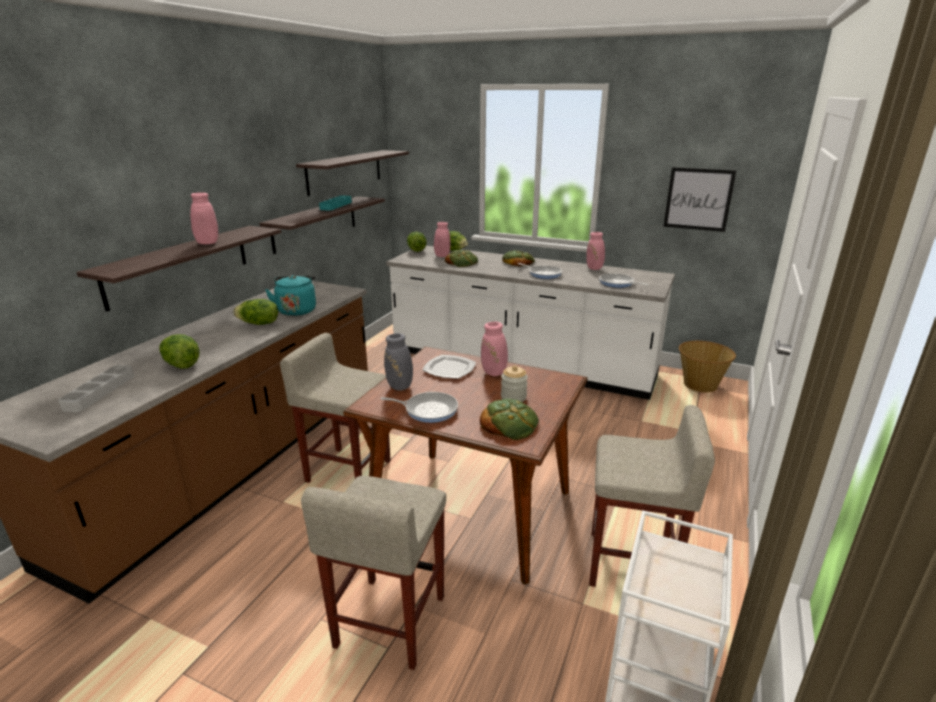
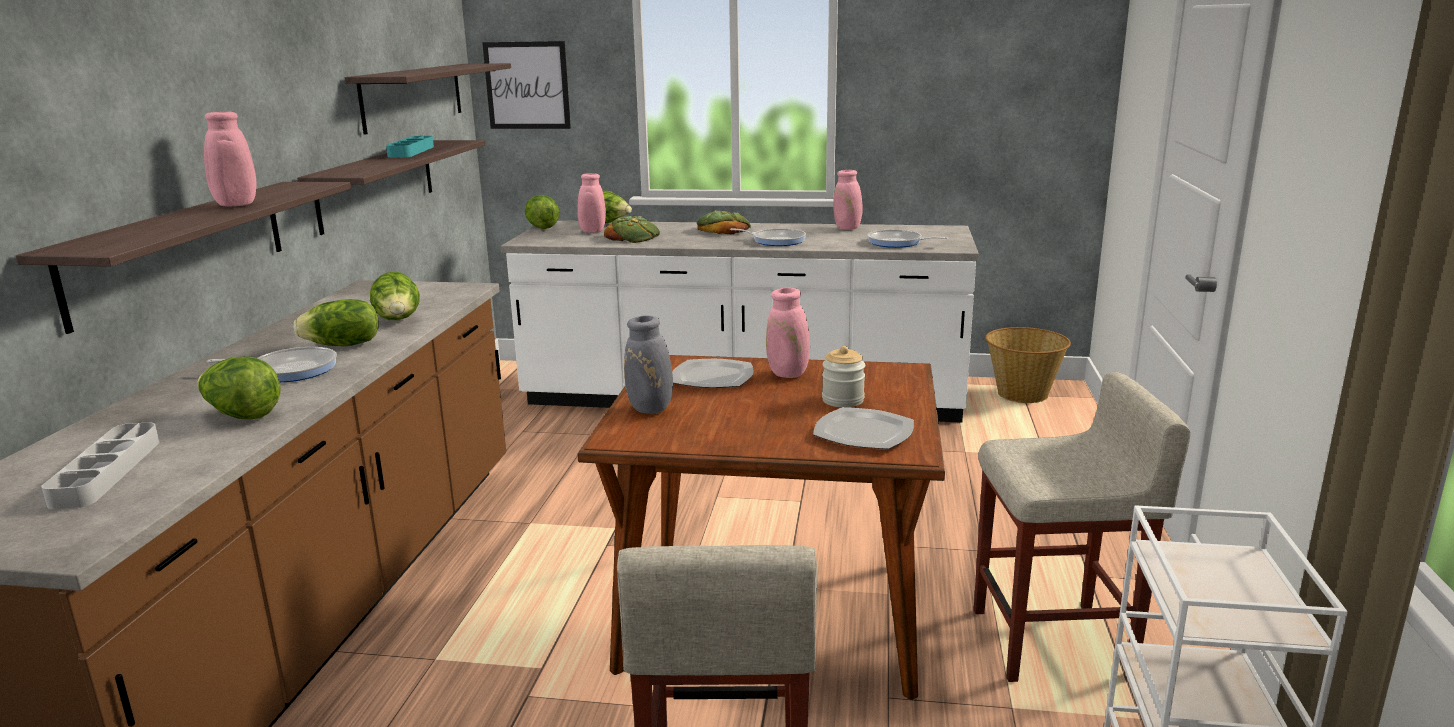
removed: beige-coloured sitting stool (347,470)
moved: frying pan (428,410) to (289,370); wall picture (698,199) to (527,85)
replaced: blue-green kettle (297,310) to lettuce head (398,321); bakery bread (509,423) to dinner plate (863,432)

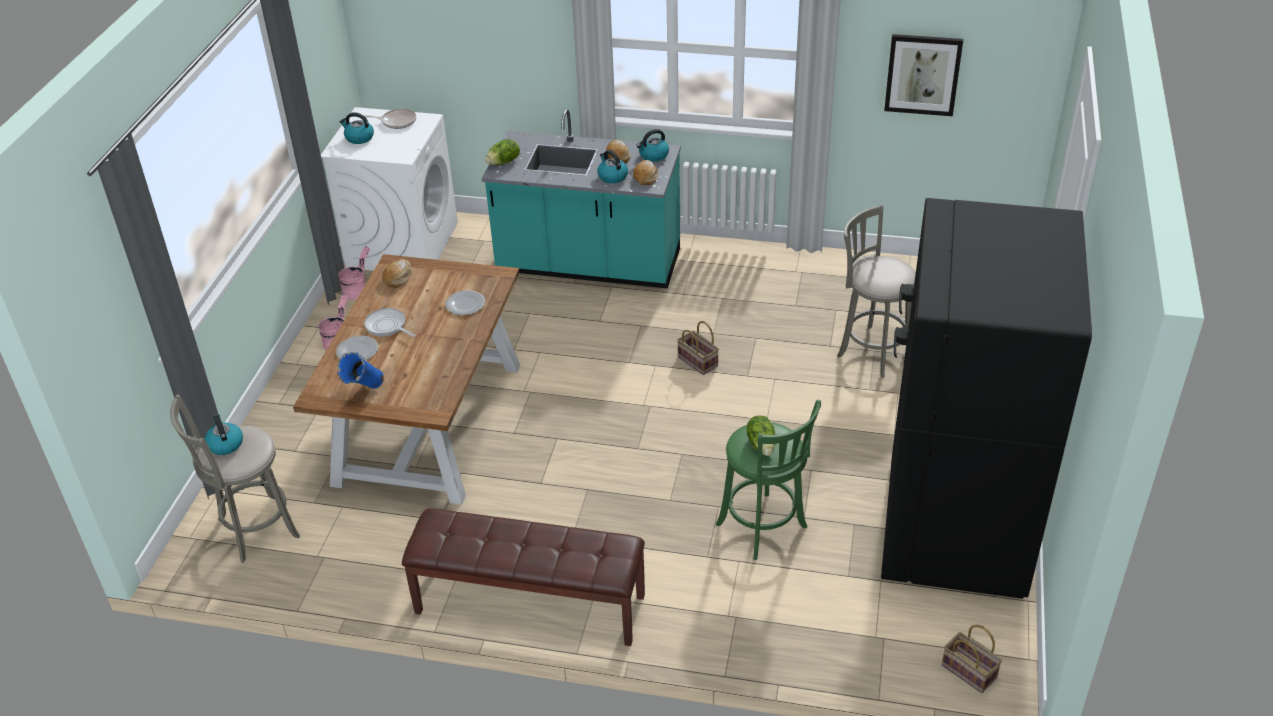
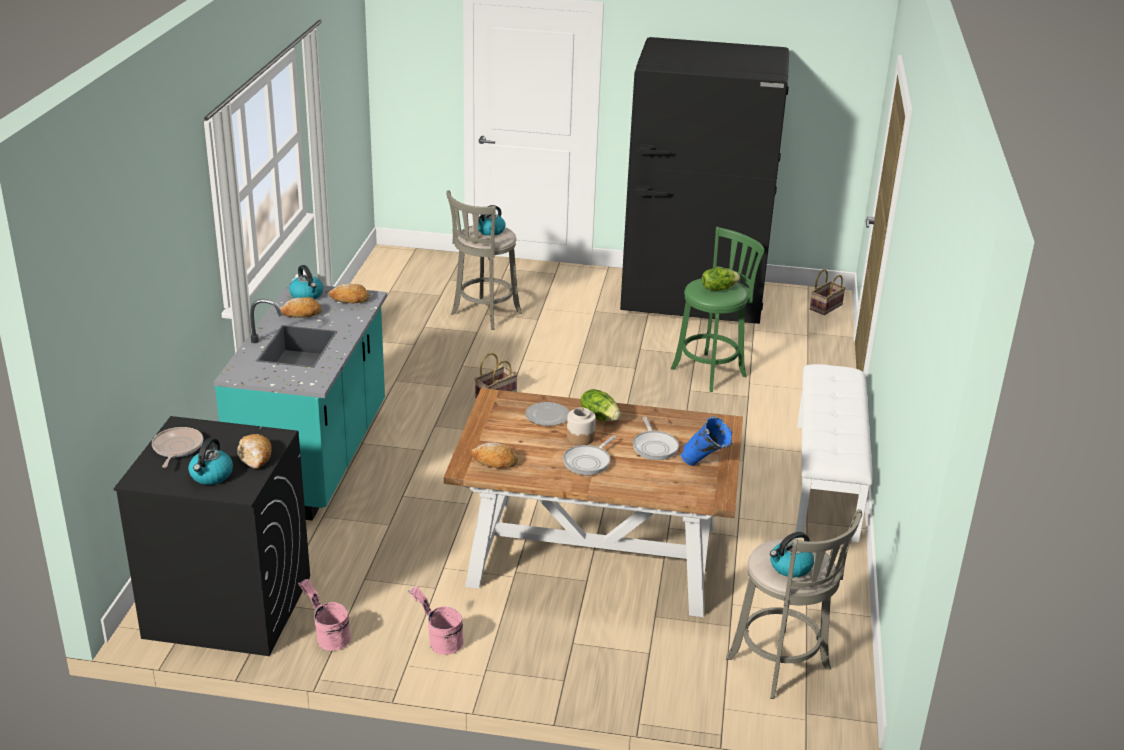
removed: dinner plate (357,351); wall picture (923,74)
added: bakery bread (255,457); jar (580,437); frying pan (654,446)
moved: lettuce head (504,162) to (600,417); kettle (612,176) to (490,231)
recoloured: white-coloured washing machine (402,244) to blackish washing machine (227,607); brown-coloured bench (529,605) to white-coloured bench (827,480)

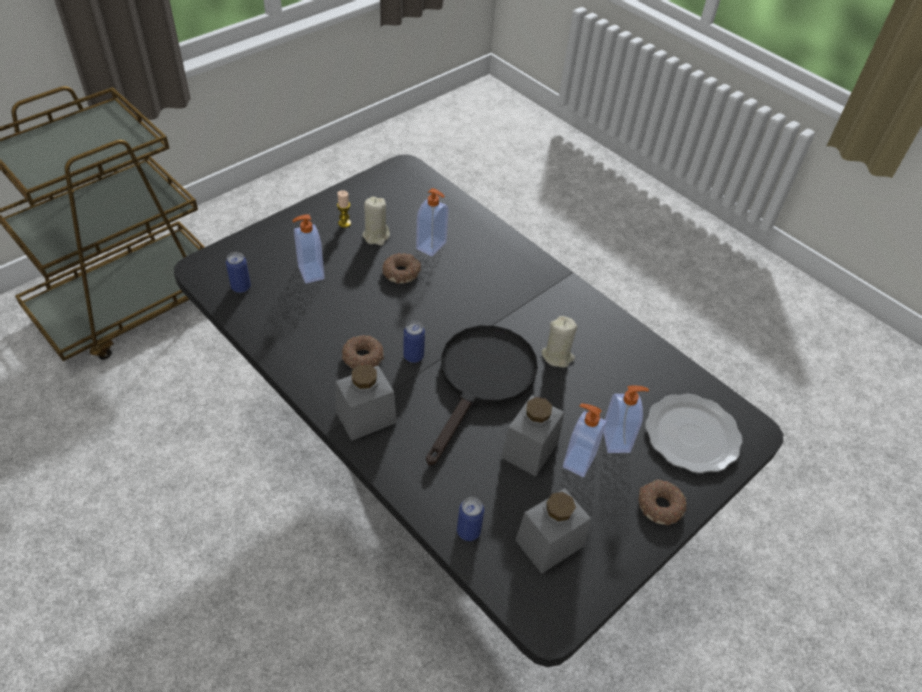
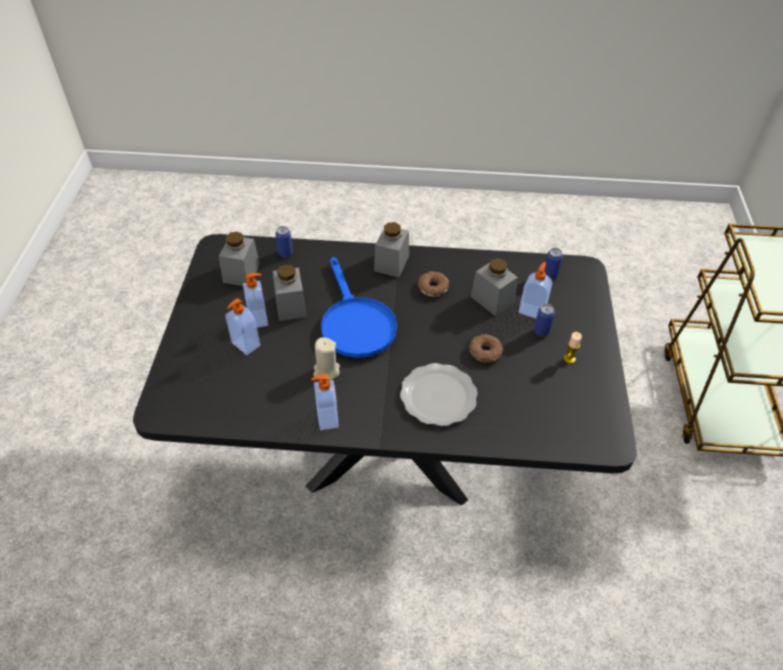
removed: beige-coloured wax candle (376,236); doughnut (659,505)
added: gray jar (492,300)
moved: metal can (413,356) to (541,331); soap dispenser (432,246) to (326,418); dinner plate (693,436) to (437,396)
recoloured: blackish frying pan (482,380) to bluish frying pan (355,322)

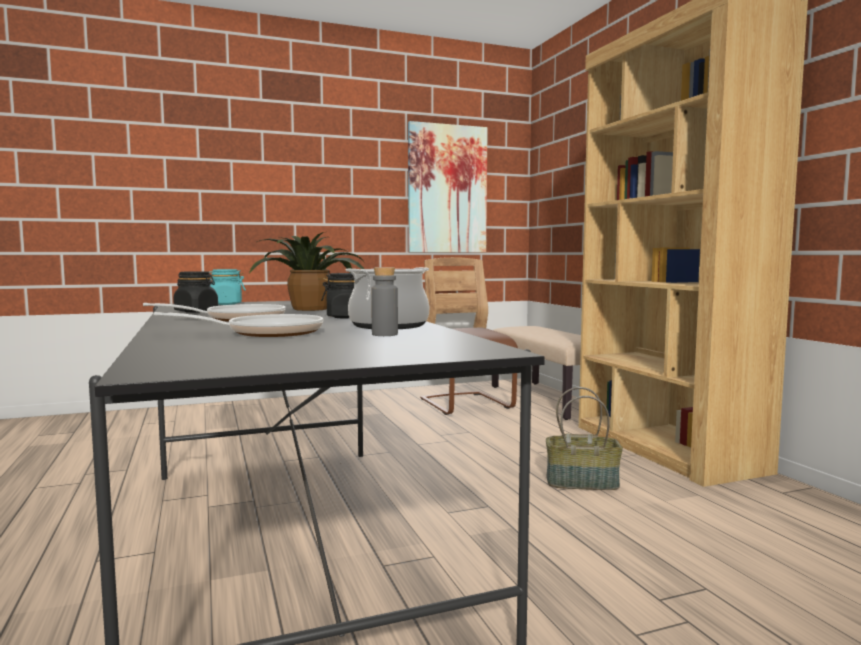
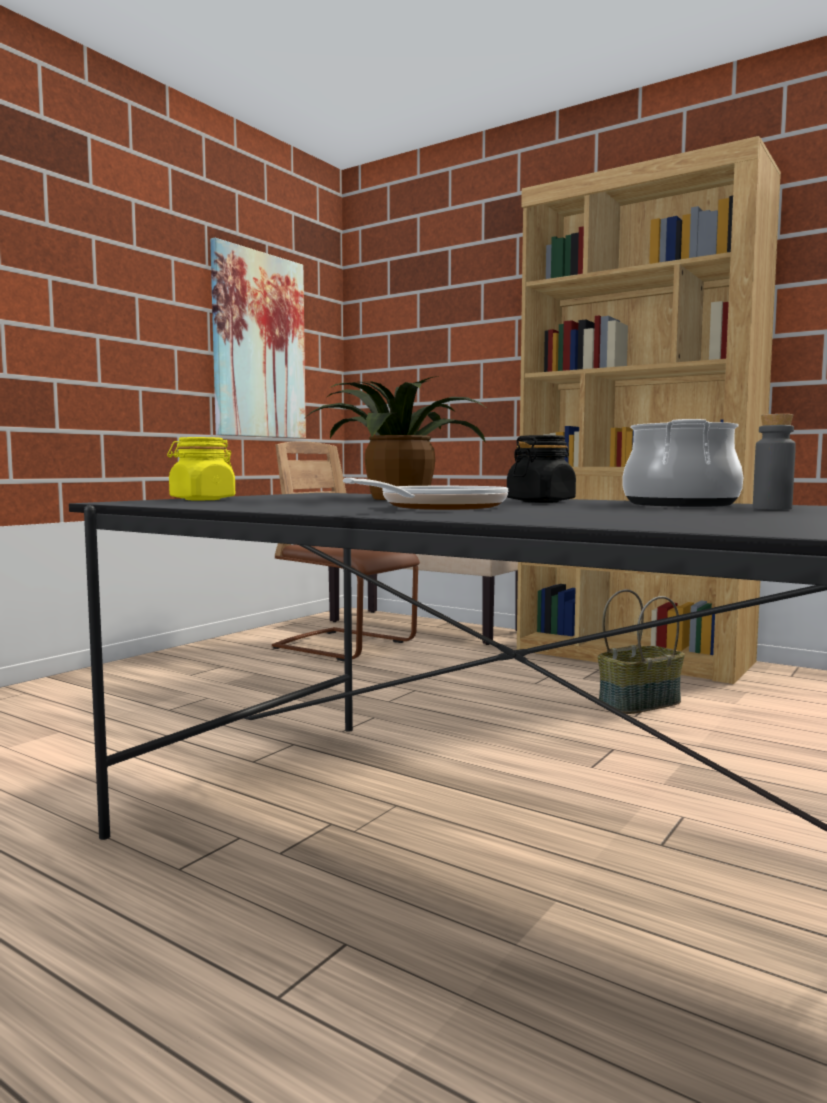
removed: frying pan (266,333); blackish jar (196,311)
recoloured: blue-green jar (225,304) to yellowish jar (202,499)

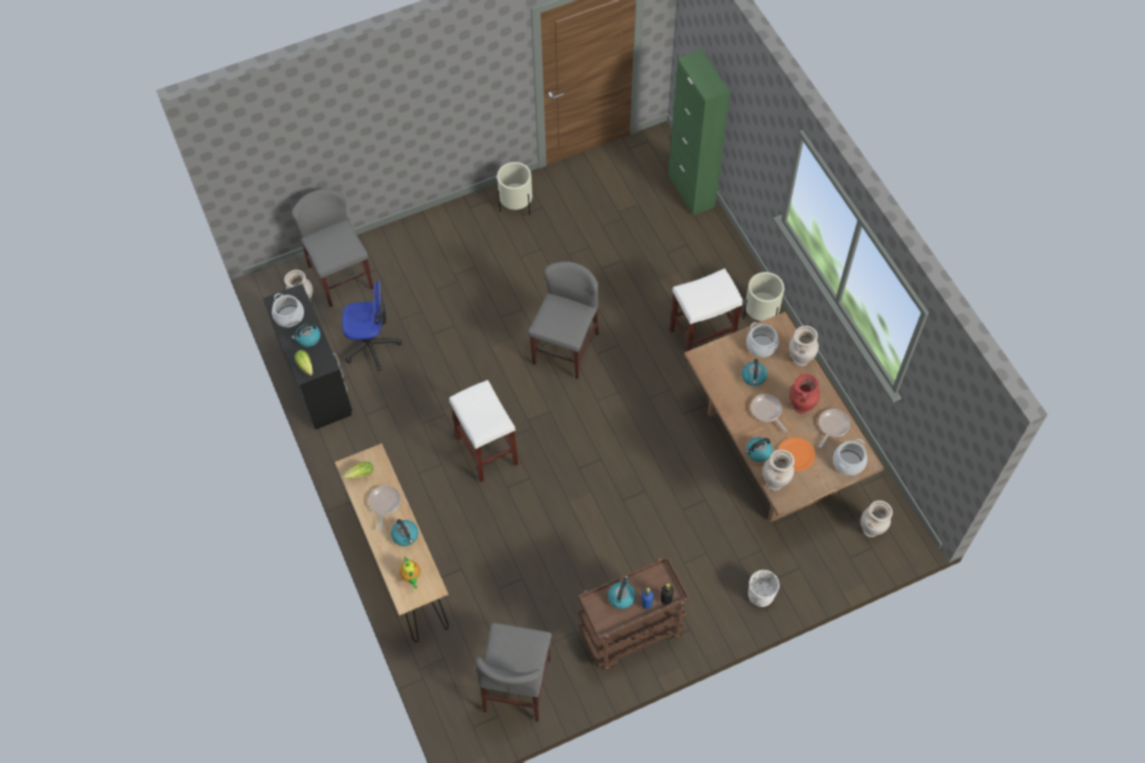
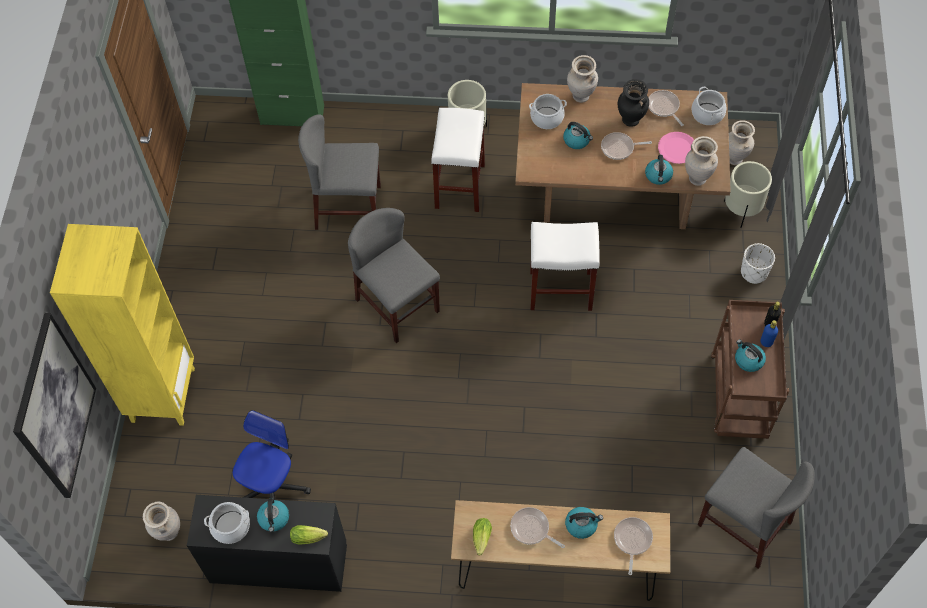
added: wall picture (54,408); yellowish bookcase (162,394)
moved: gray chair (341,277) to (348,207); white-coloured sitting stool (486,450) to (559,290); beige-coloured flower pot (516,206) to (741,211)
replaced: tea pot (411,576) to frying pan (632,540)
recoloured: orange-coloured dinner plate (796,454) to pink-coloured dinner plate (677,148); reddish flower vase (800,407) to blackish flower vase (630,121)

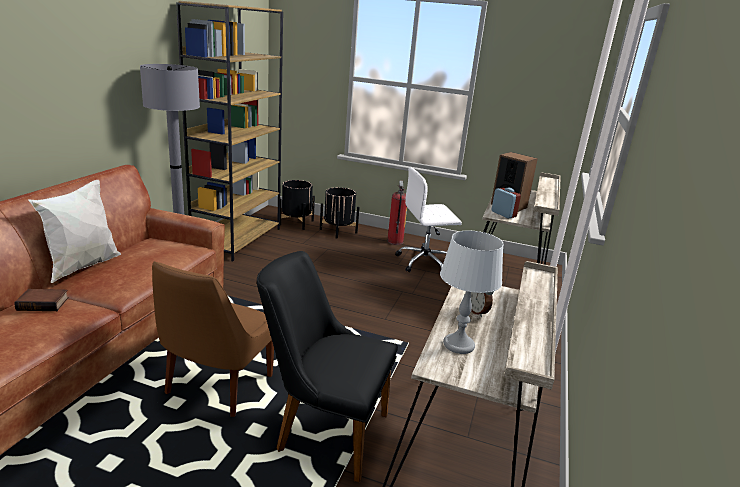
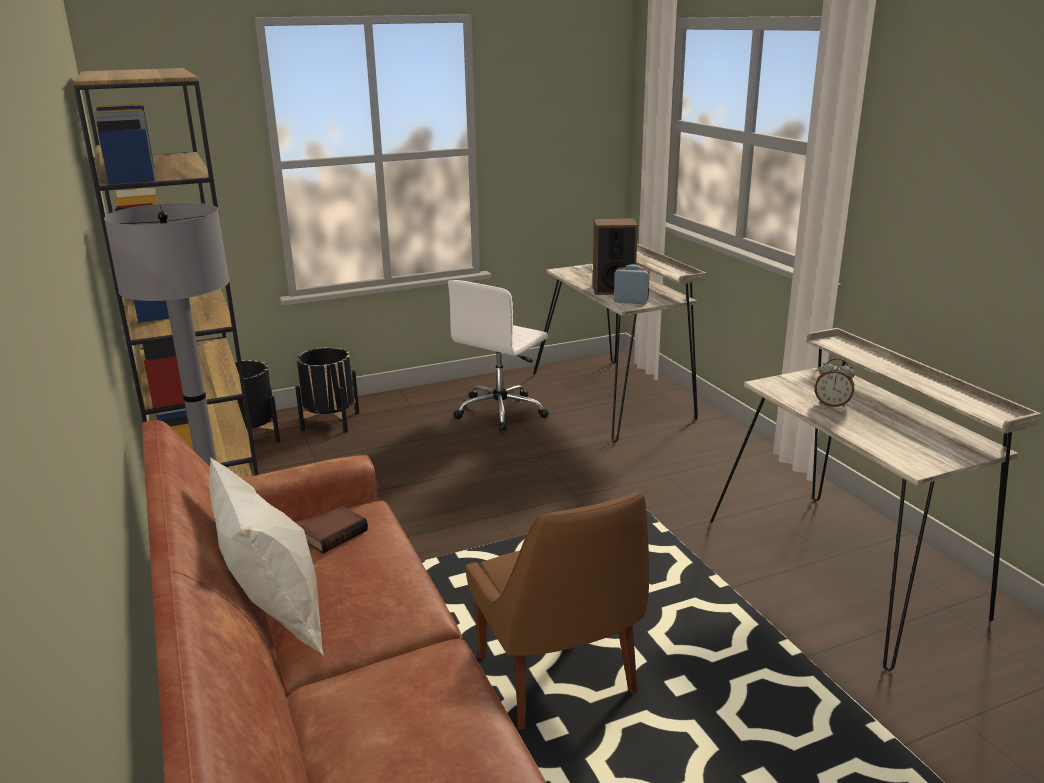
removed: blackish chair (323,430); fire extinguisher (394,241); gray tabletop lamp (459,345)
moved: book (44,303) to (333,534)

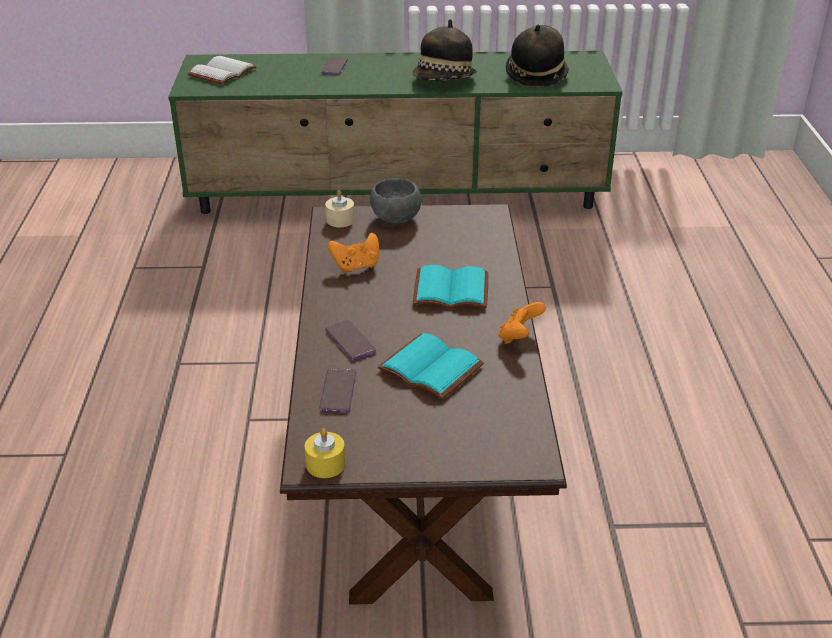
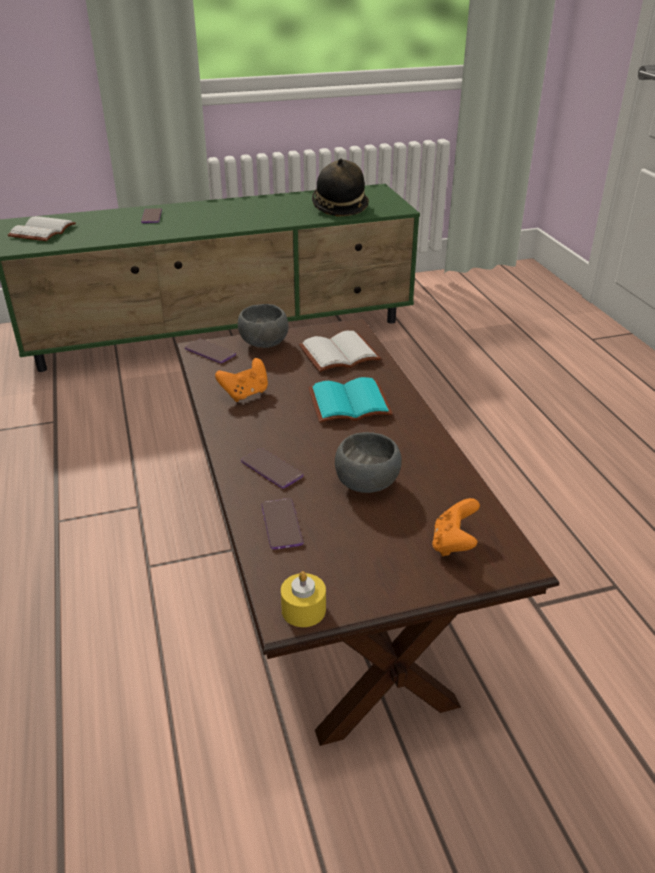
removed: clothing hat (444,80)
added: white-coloured book (339,355)
moved: orange-coloured gamepad (519,337) to (453,544)
replaced: beige-coloured wax candle (340,220) to handset (210,352); blue-green book (433,367) to gray bowl (368,482)

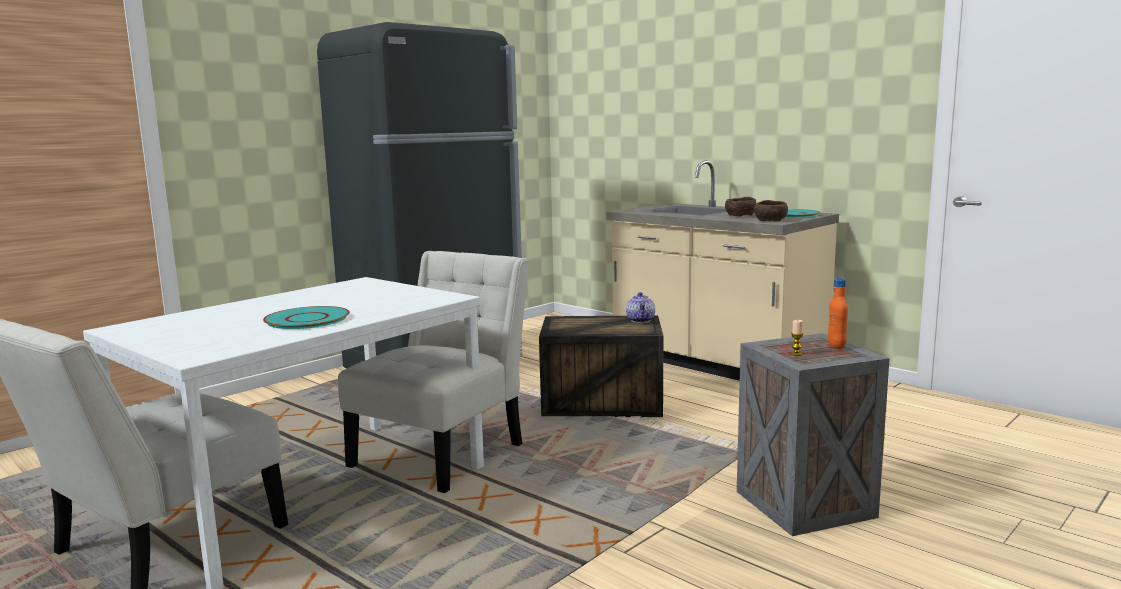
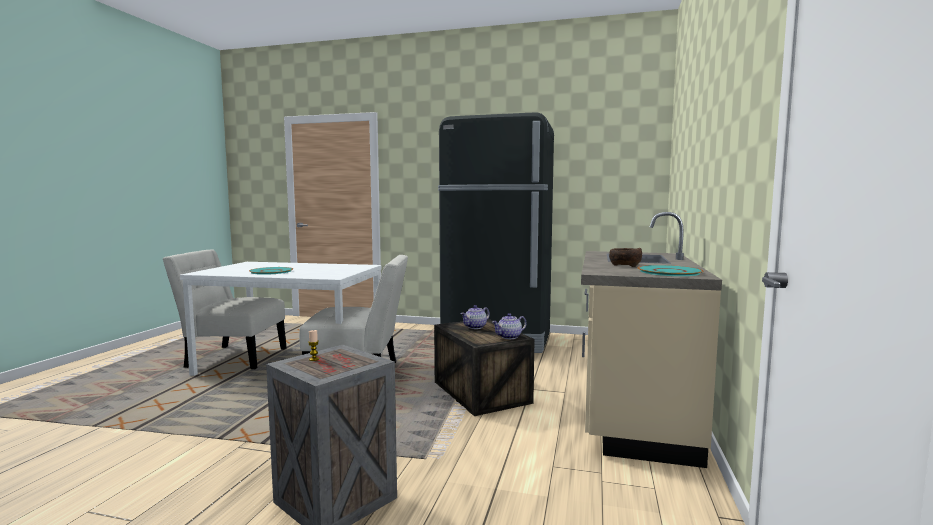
removed: brown-coloured bowl (770,220); orange-coloured drink bottle (836,346)
added: tea pot (475,327)

